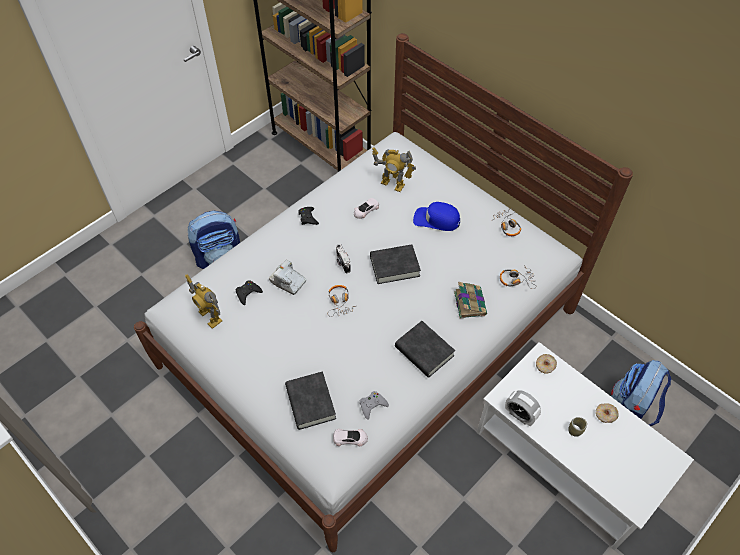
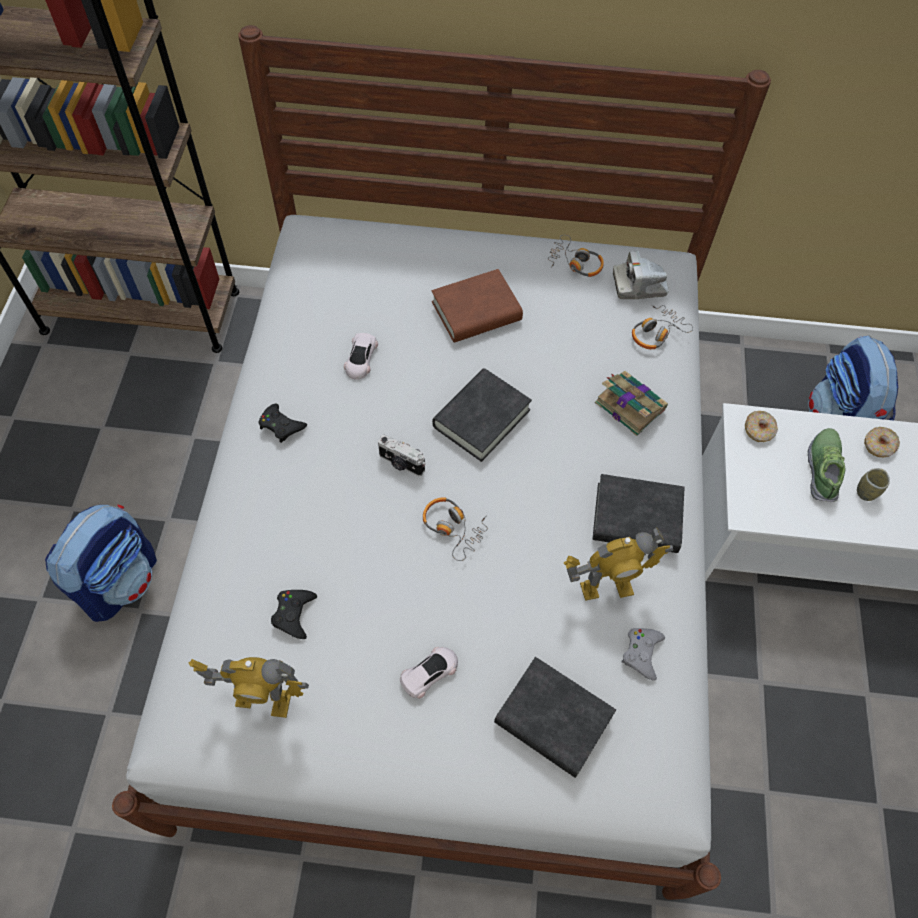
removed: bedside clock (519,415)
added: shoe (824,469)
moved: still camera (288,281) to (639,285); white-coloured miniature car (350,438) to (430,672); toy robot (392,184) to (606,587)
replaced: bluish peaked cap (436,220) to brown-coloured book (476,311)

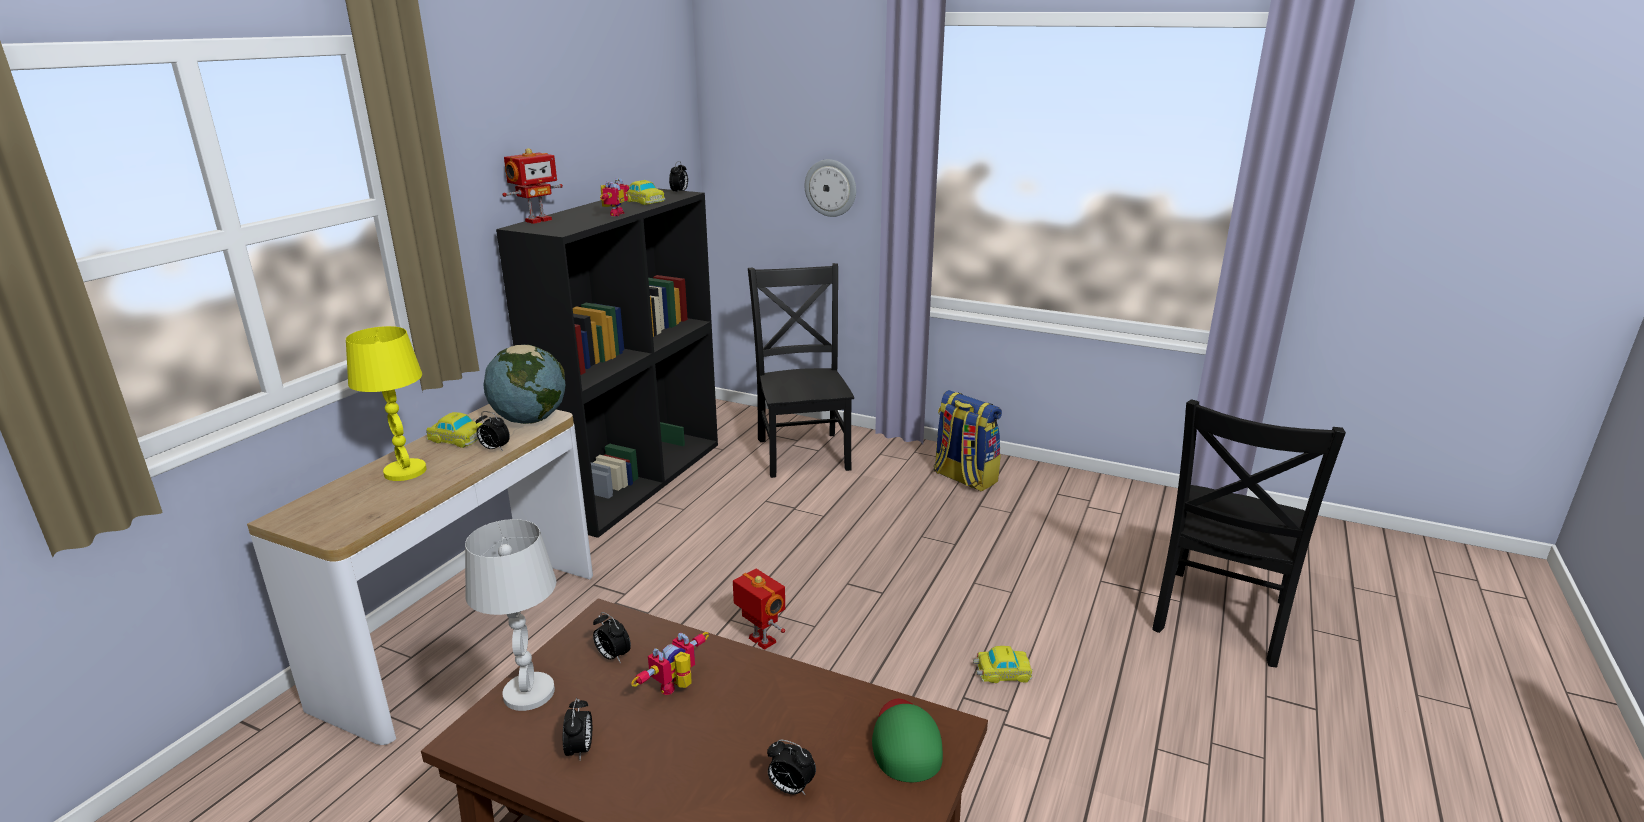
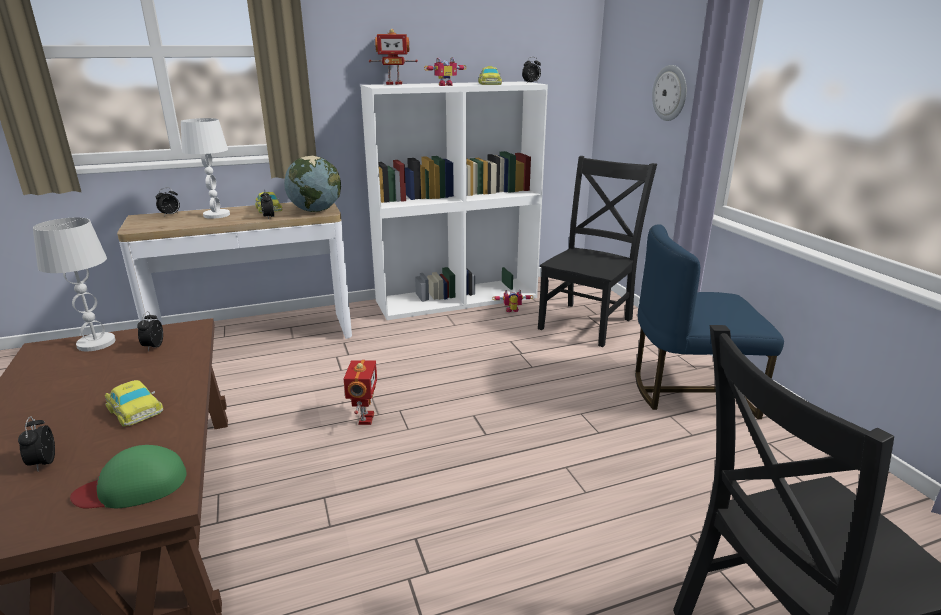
moved: bedside clock (580,750) to (170,215); toy robot (677,688) to (512,311); miniature car (1001,672) to (134,409)
replaced: rucksack (964,478) to bluish chair (690,390)
recoloured: yellowish tabletop lamp (405,471) to white-coloured tabletop lamp (216,215); blackish bookcase (635,479) to white-coloured bookcase (457,298)
turned: green-coloured peaked cap (905,742) = (133,486) 150 degrees counterclockwise

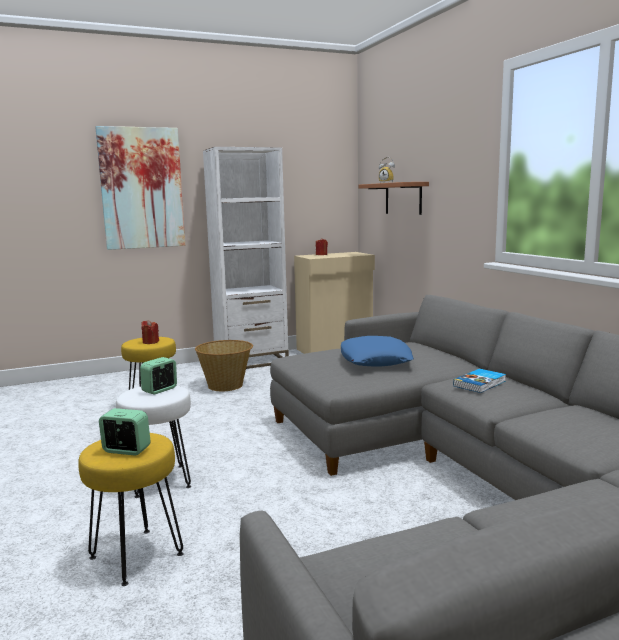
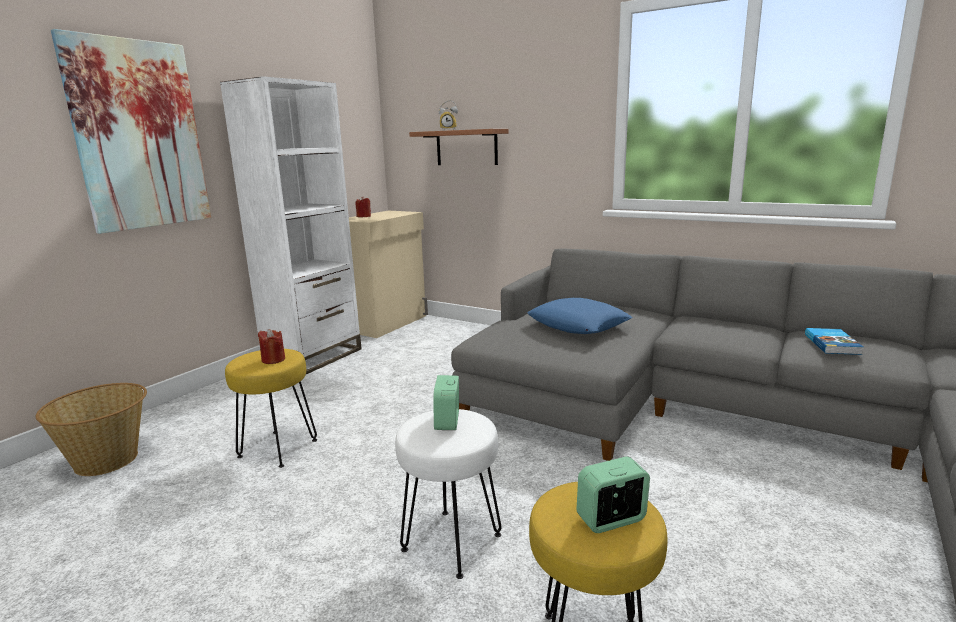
moved: storage basket (226,385) to (108,460); book (480,383) to (833,344)

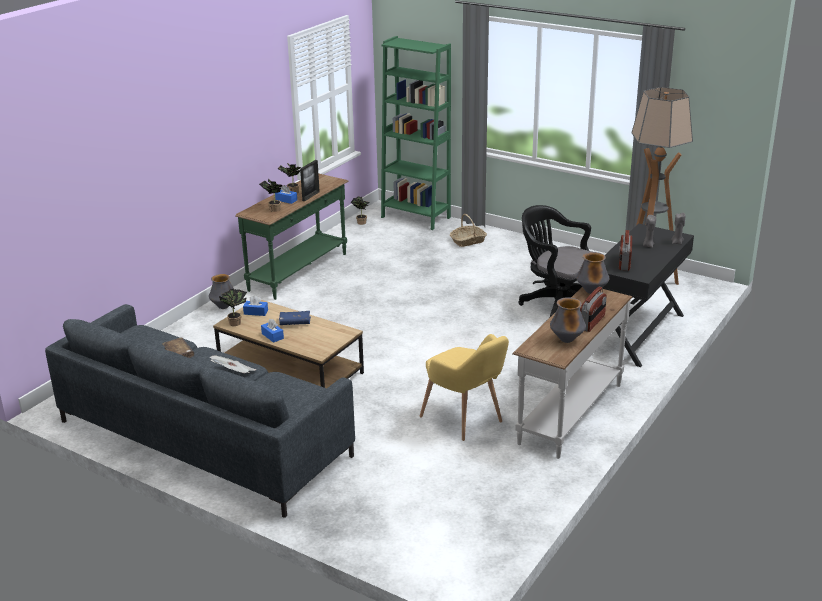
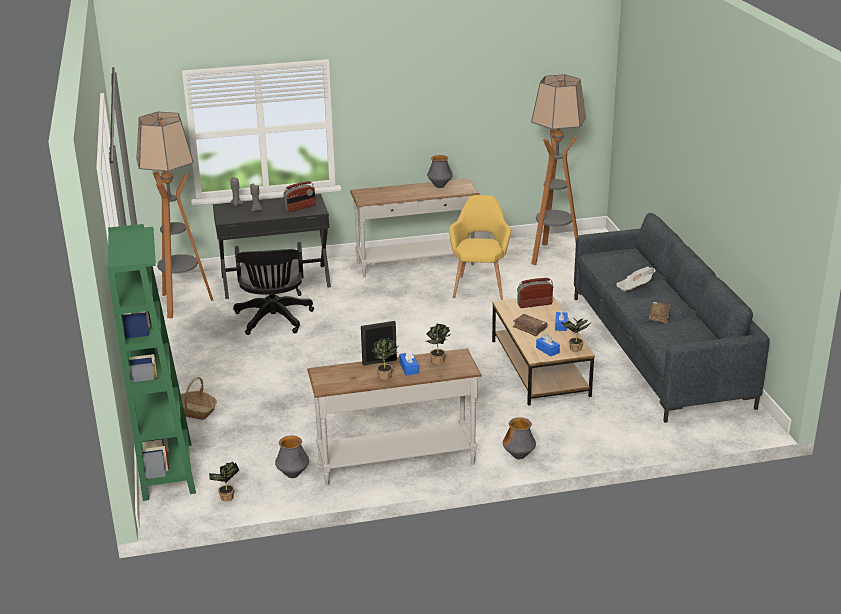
added: standard lamp (552,256)
moved: flower vase (591,291) to (293,474); radio set (592,322) to (534,304)
recoloured: green-coloured hall table (299,272) to white-coloured hall table (396,460); bluish book (295,322) to brown-coloured book (530,328)

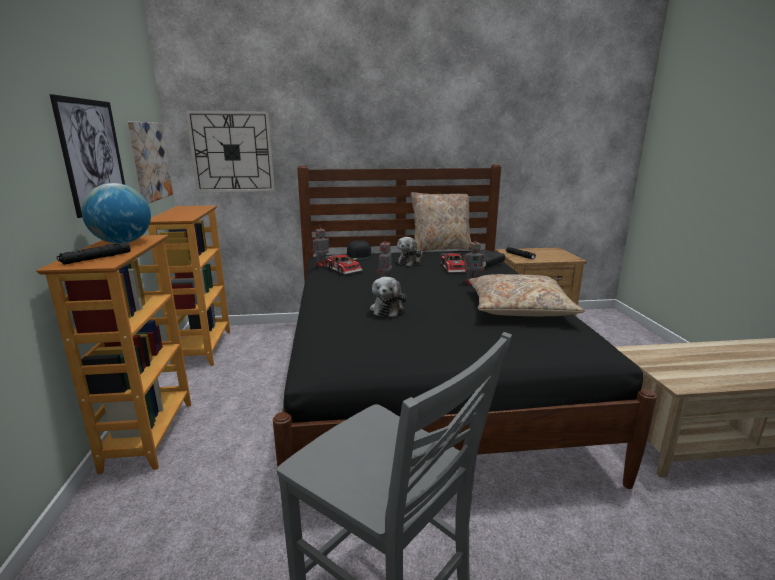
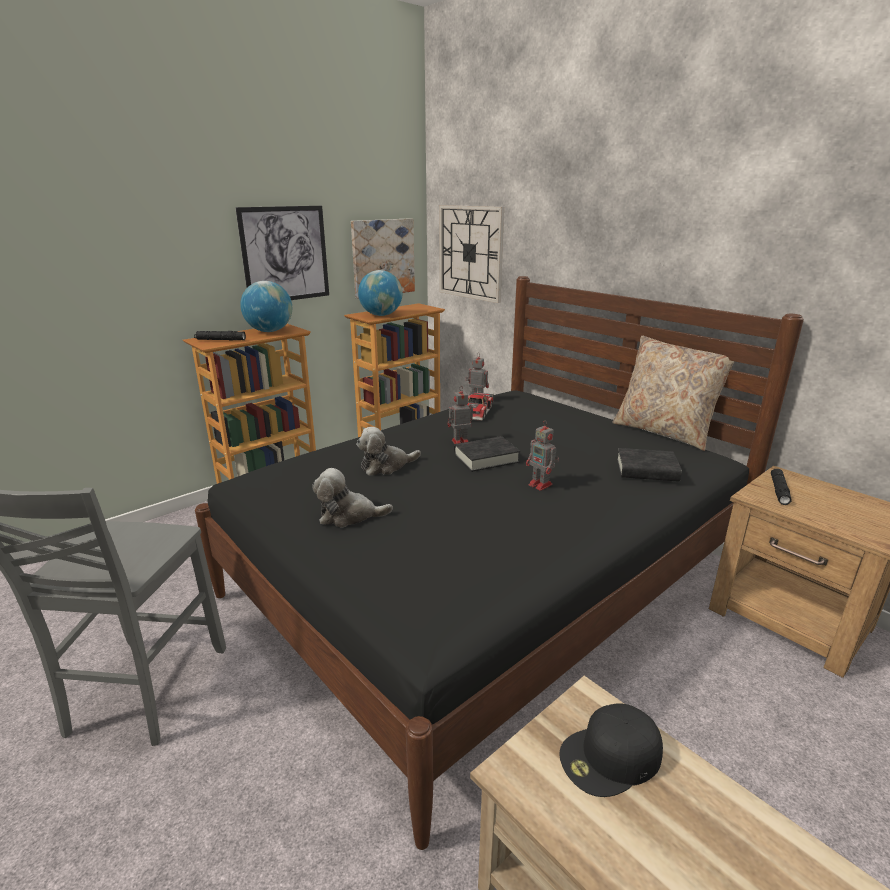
removed: miniature car (454,268); beige-coloured cushion (519,308)
added: world globe (381,315); blackish book (486,458)
moved: blackish peaked cap (358,256) to (610,757); plush toy (410,262) to (348,515)

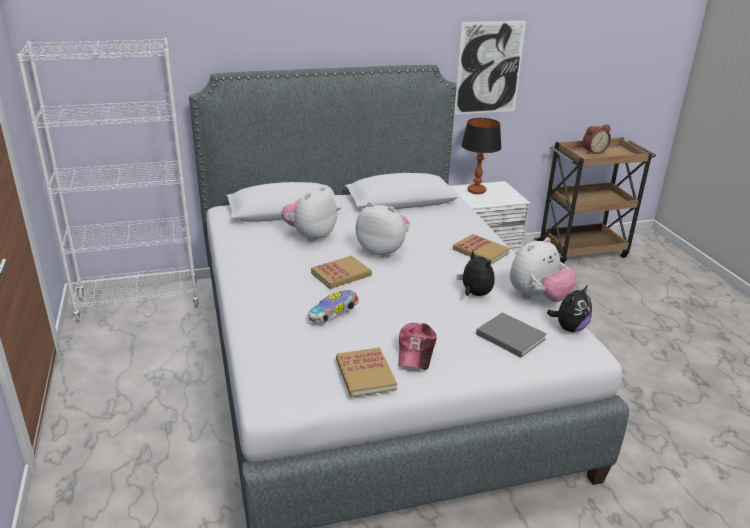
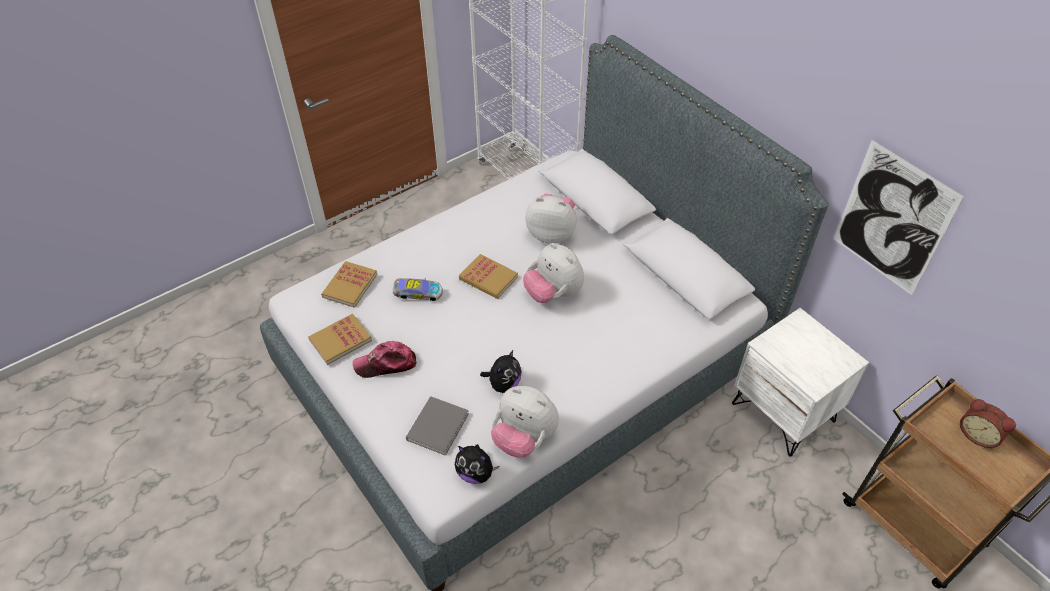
removed: tabletop lamp (476,191)
moved: book (480,251) to (350,285)
turned: miniature car (334,314) = (417,294) 150 degrees clockwise; plush toy (383,251) = (553,293) 135 degrees clockwise

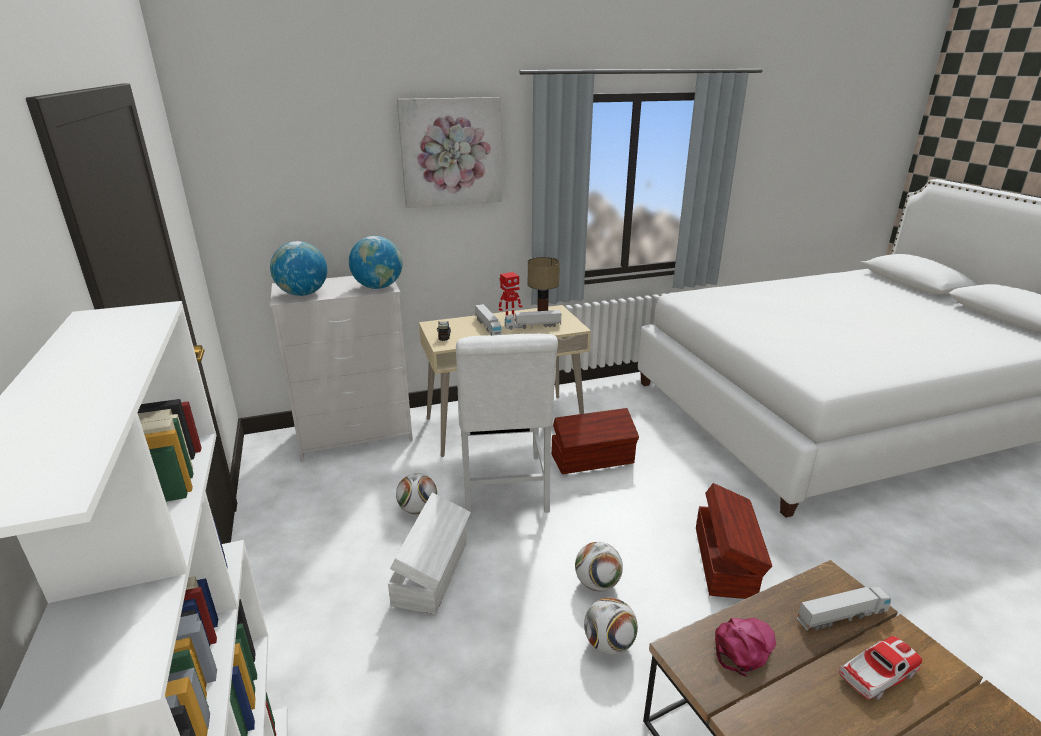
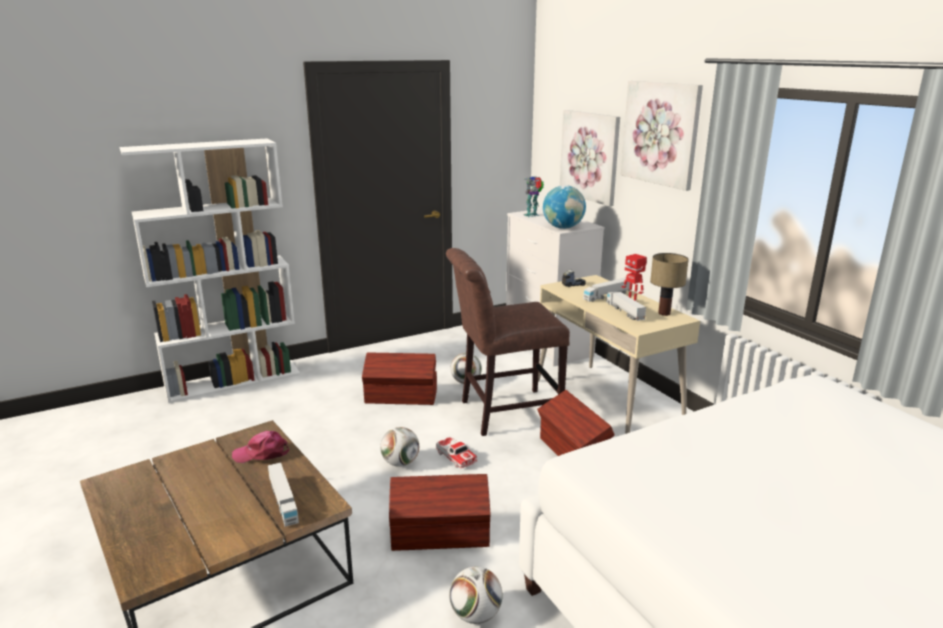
added: wall picture (590,156)
moved: football ball (609,644) to (475,615); miniature car (877,674) to (456,457)
replaced: world globe (303,294) to toy robot (532,215)
recoloured: white-coloured storage container (433,572) to brown-coloured storage container (401,397); white-coloured chair (503,489) to brown-coloured chair (504,412)
turned: pink-coloured peaked cap (743,647) = (262,453) 135 degrees clockwise

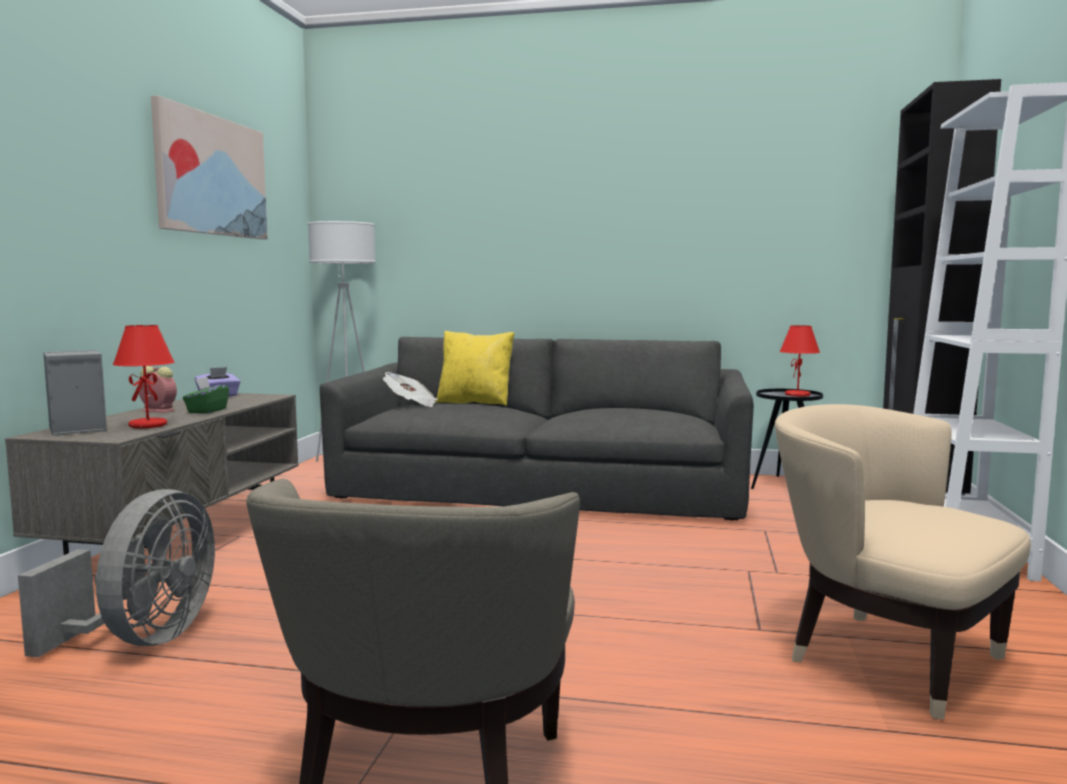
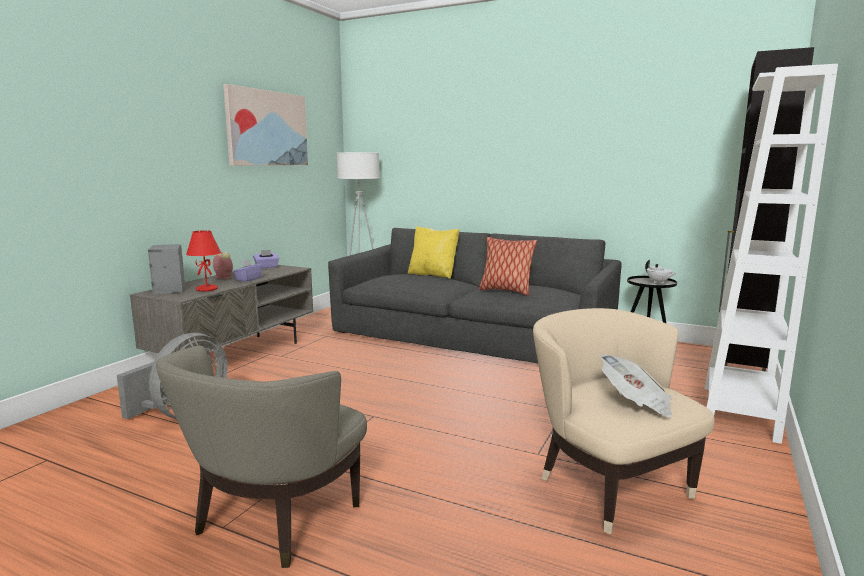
added: cushion (506,291)
moved: newspaper (411,404) to (636,403)
replaced: reddish tabletop lamp (797,395) to white-coloured tea pot (658,282)
recoloured: green-coloured tissue box (207,411) to purplish tissue box (248,279)

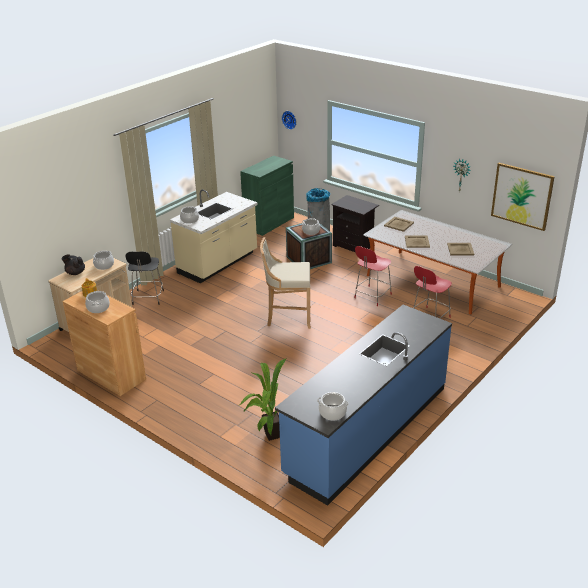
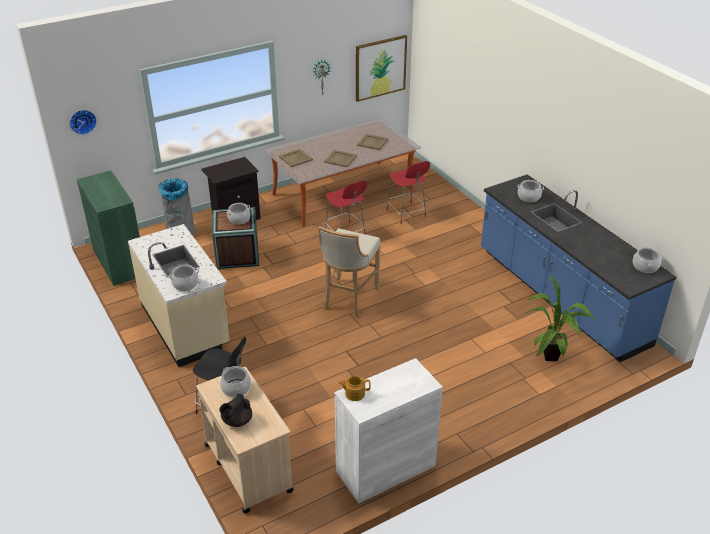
moved: saucepot (98,308) to (528,197)
recoloured: brown-coloured storage cabinet (111,374) to white-coloured storage cabinet (386,469)

